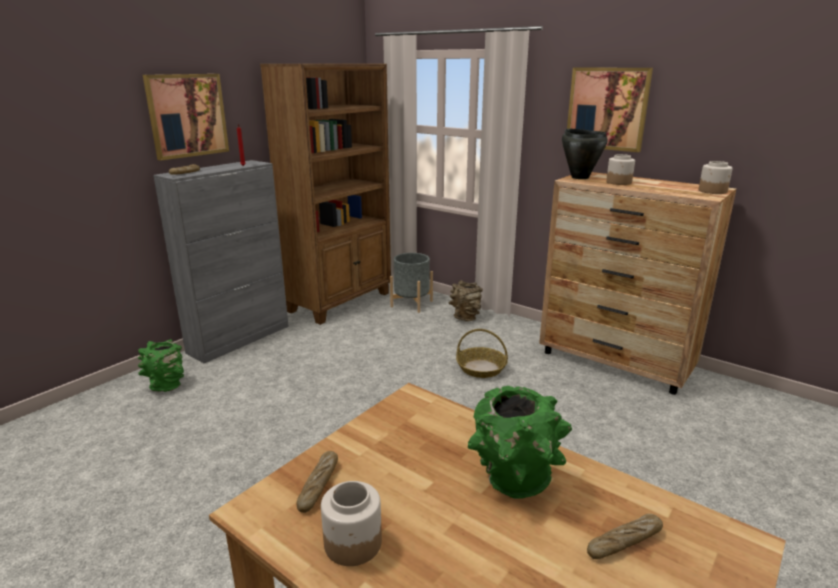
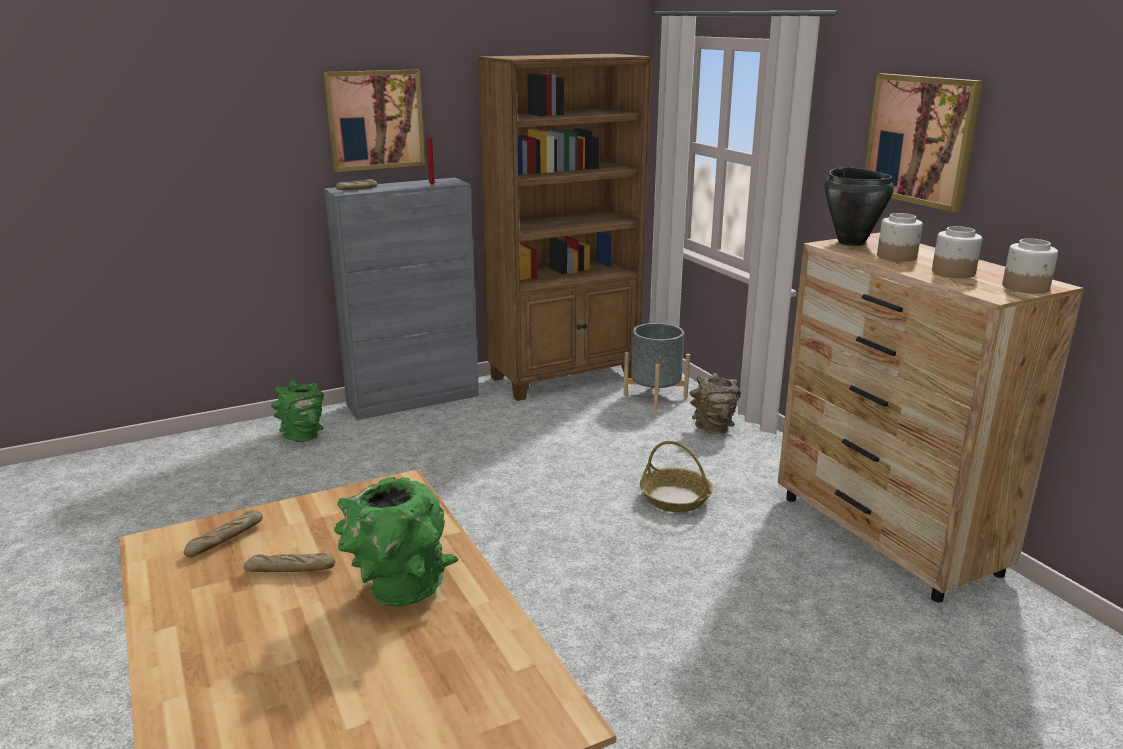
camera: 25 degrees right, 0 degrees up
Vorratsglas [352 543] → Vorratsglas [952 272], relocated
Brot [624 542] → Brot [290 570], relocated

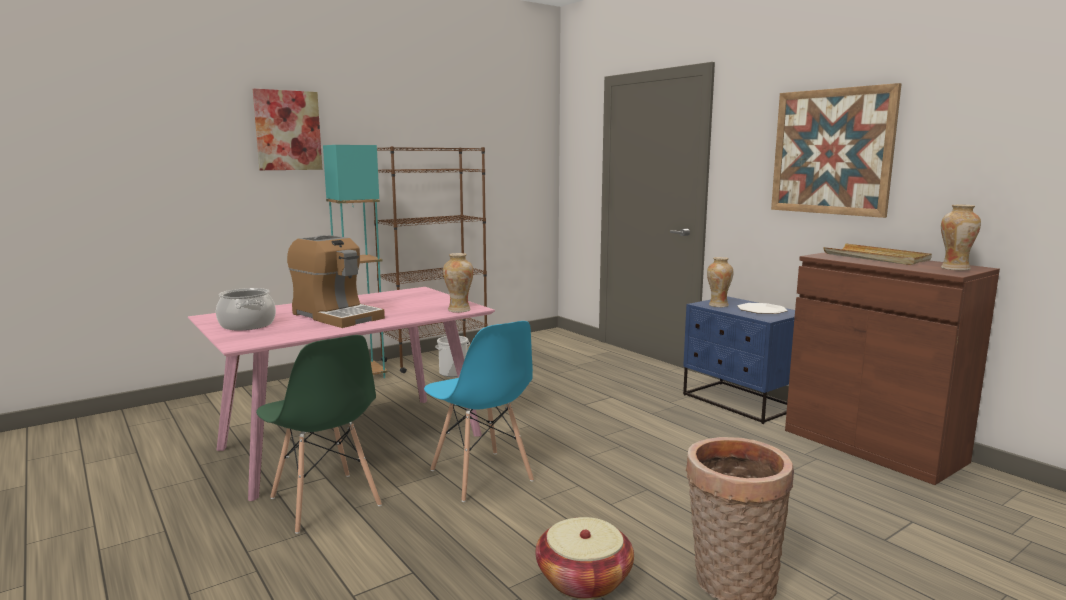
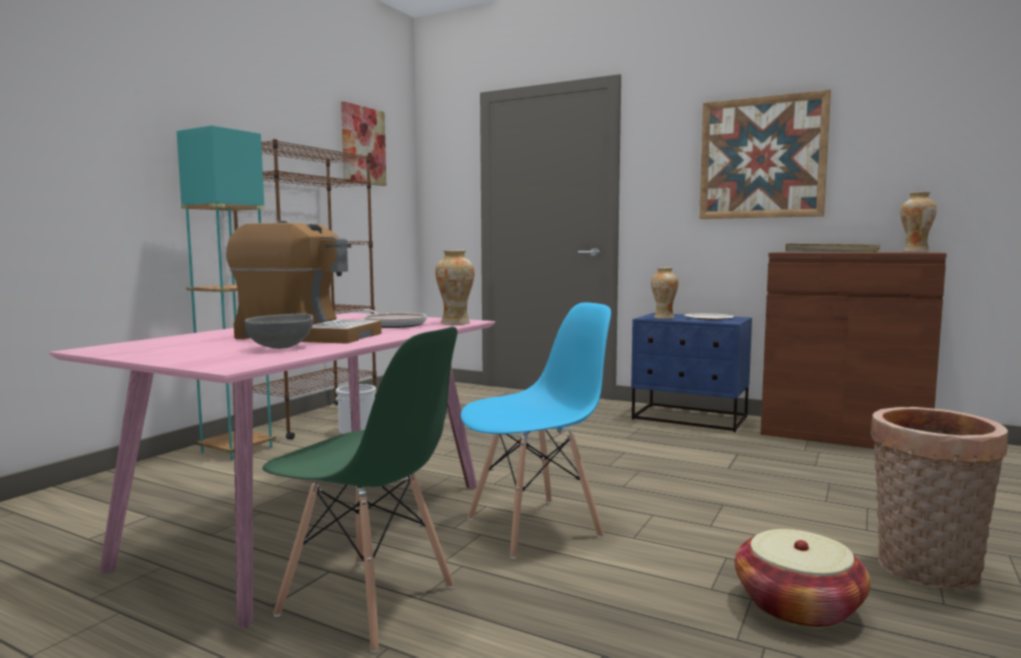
camera: 25 degrees left, 5 degrees down
Bild [288 130] → Bild [363 145], relocated
Kochtopf [248 325] → -
Stuhl/blau [481 476] → Stuhl/blau [535 527], 60 degrees counterclockwise
- → Pfanne [393 325]
- → Schüssel/grau [282 347]

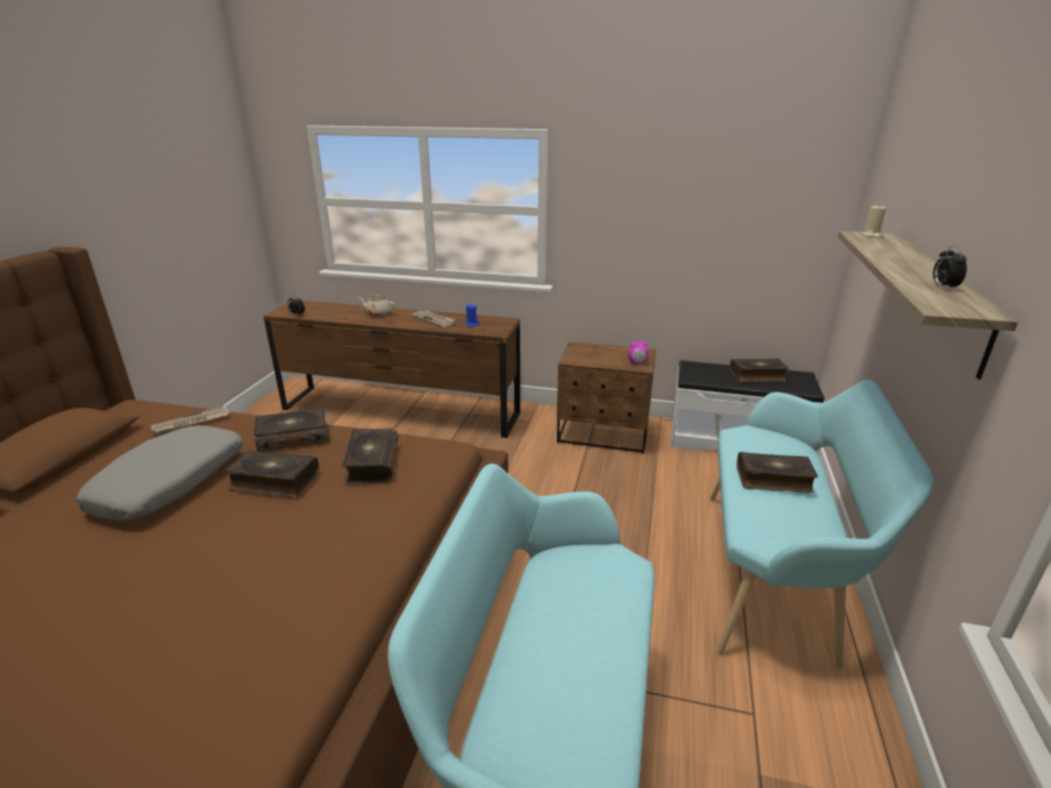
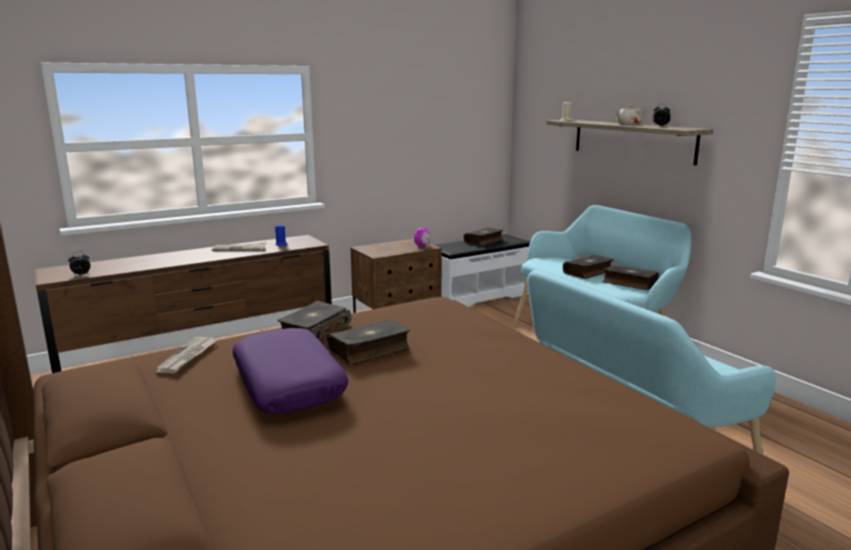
camera: 45 degrees left, 10 degrees down
Teekanne/beige [378 313] → Teekanne/beige [628 124], relocated
Kissen/grau [170 484] → Kissen/lila [289 383]
Buch [371 463] → Buch [629 283], relocated

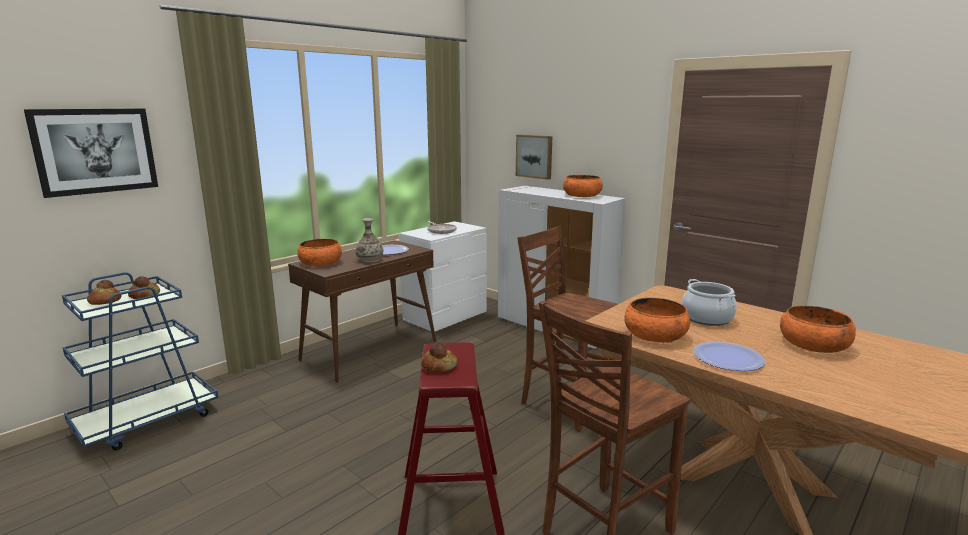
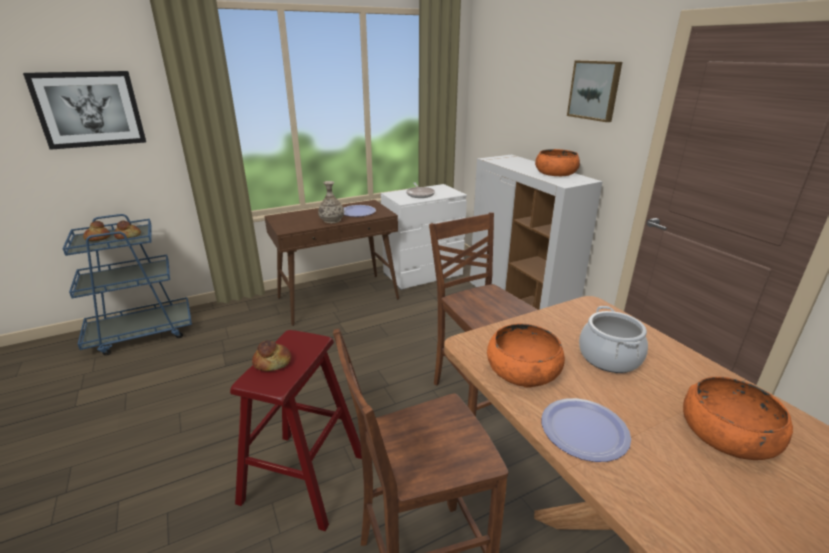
camera: 20 degrees right, 10 degrees up
Bild [535 156] → Bild [595 90], relocated
Schüssel/orange [320 263] → -

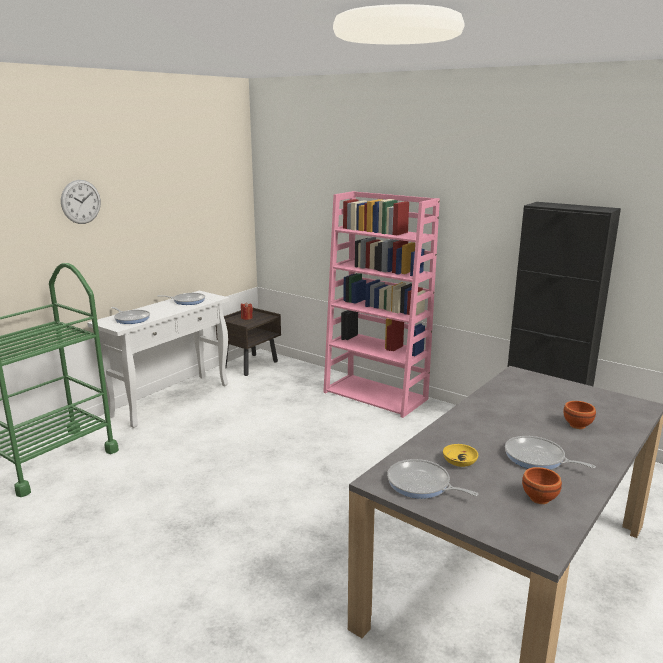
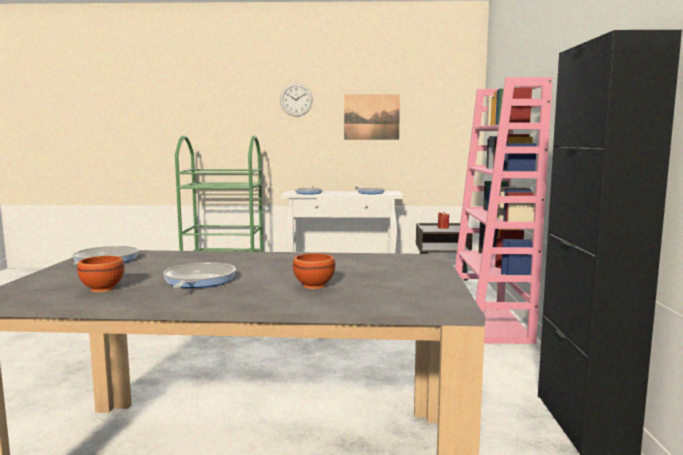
camera: 55 degrees right, 10 degrees down
Schüssel/gelb [459 461] → -
- → Bild [371 117]

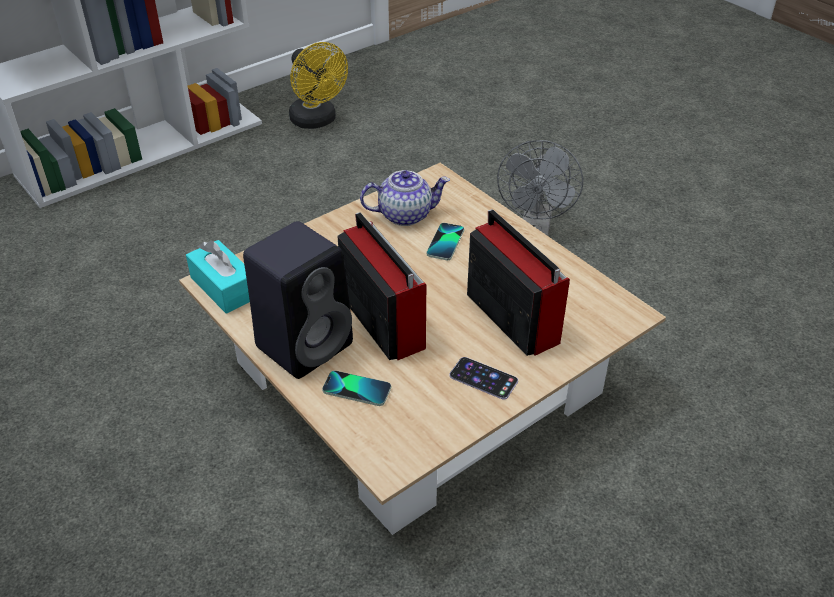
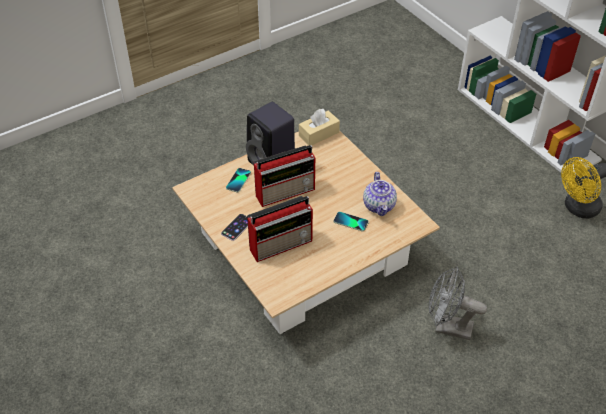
camera: 95 degrees right, 5 degrees up
Taschentuchbox/türkis [224 287] → Taschentuchbox/beige [319 134]

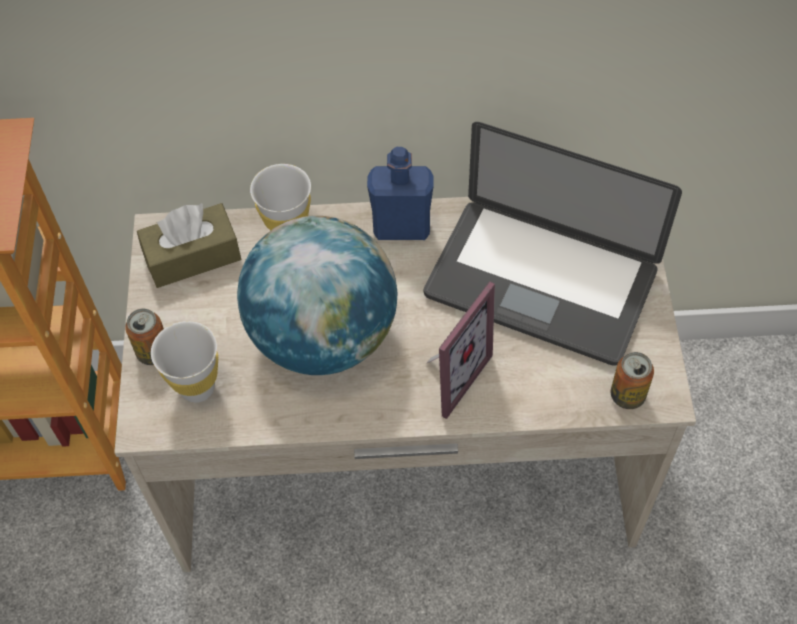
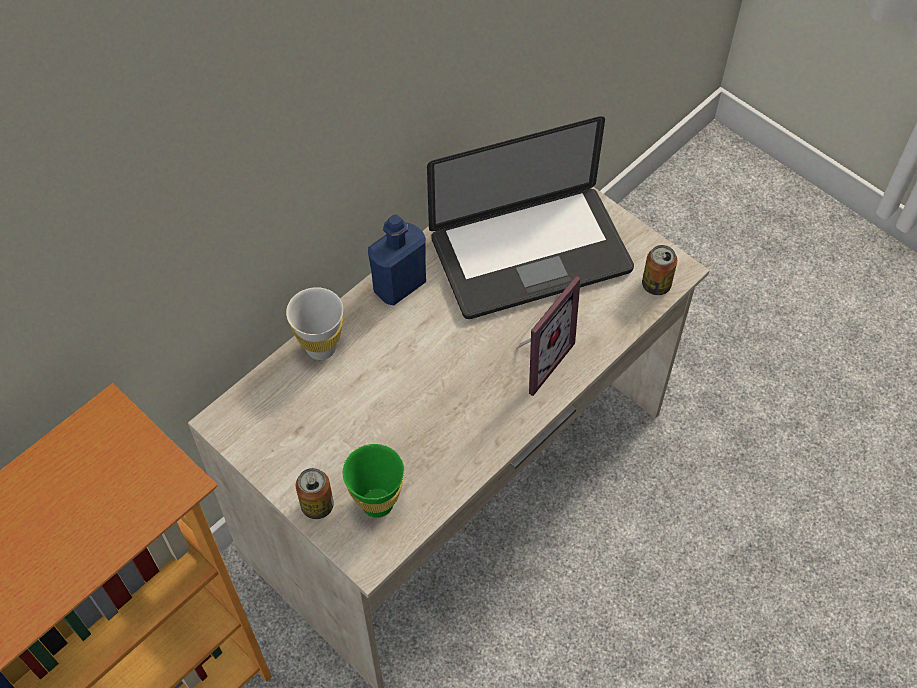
camera: 45 degrees left, 0 degrees up
Taschentuchbox/braun [192 256] → -
Globus [324 336] → -
Bilderrahmen [448 374] → Bilderrahmen [536 358], 45 degrees clockwise
Tasse/weiß [197 388] → Tasse/grün [377 503]

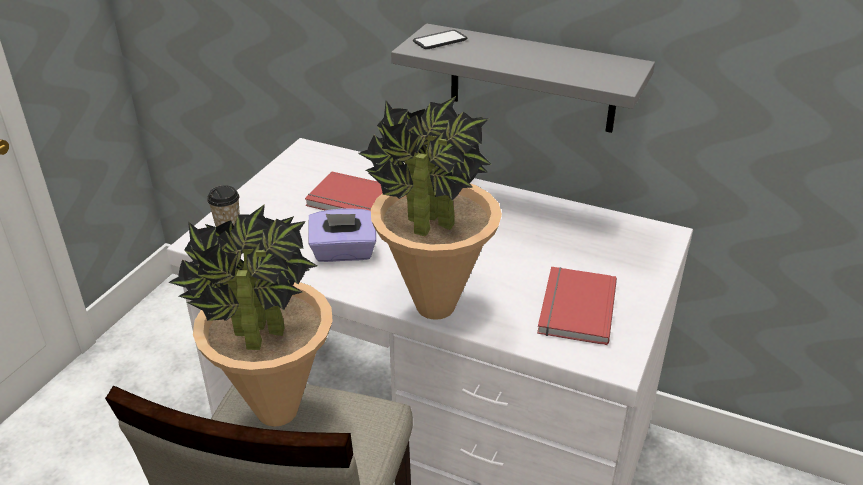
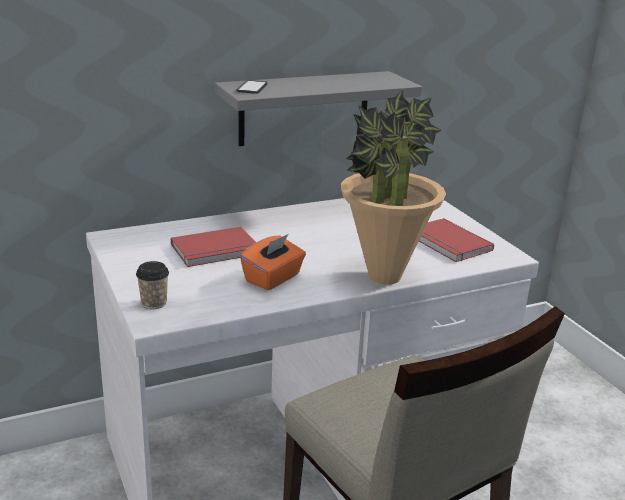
camera: 50 degrees left, 10 degrees down
Topfpflanze [276 411] → -
Taschentuchbox/lila [344 252] → Taschentuchbox/orange [273 278]

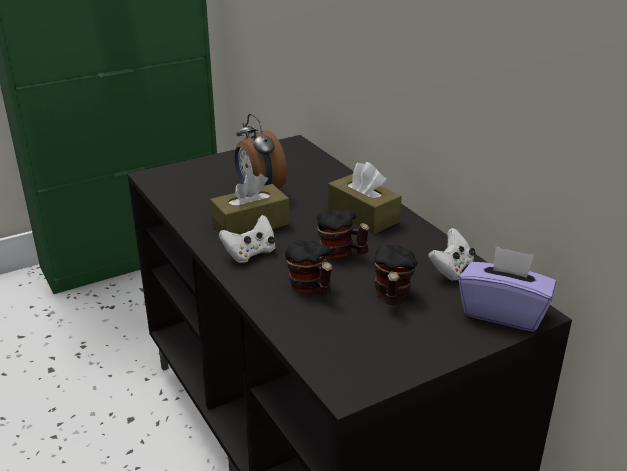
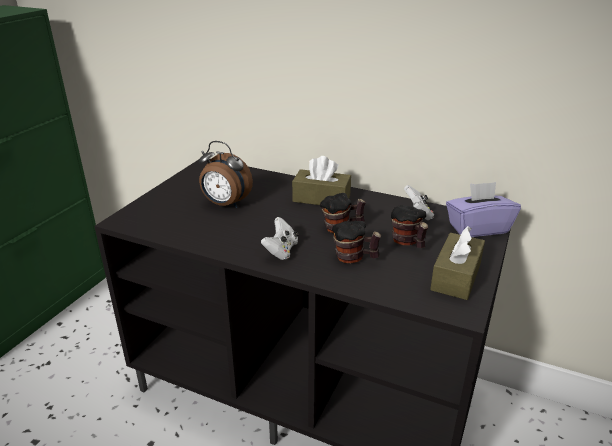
camera: 35 degrees left, 0 degrees up
Taschentuchbox/braun [250 225] → Taschentuchbox/braun [456 276], relocated

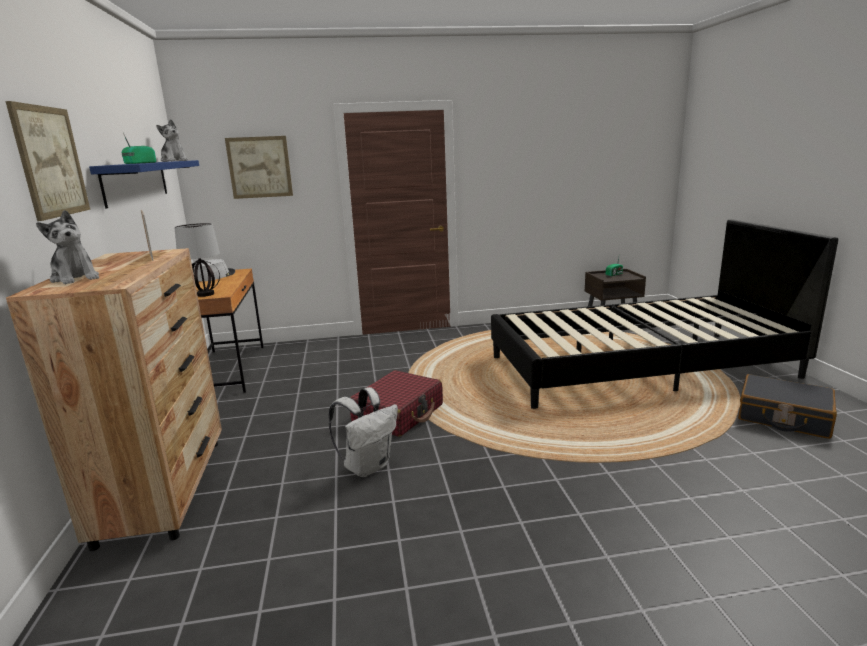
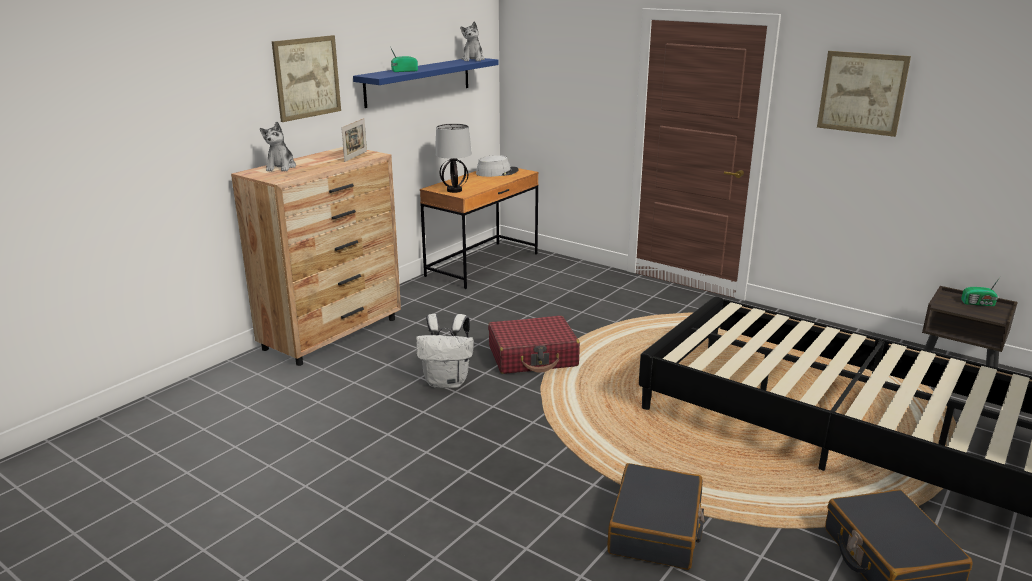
camera: 45 degrees right, 5 degrees up
Bild [259 167] → Bild [862 93], relocated
- → Koffer/schwarz [656 529]

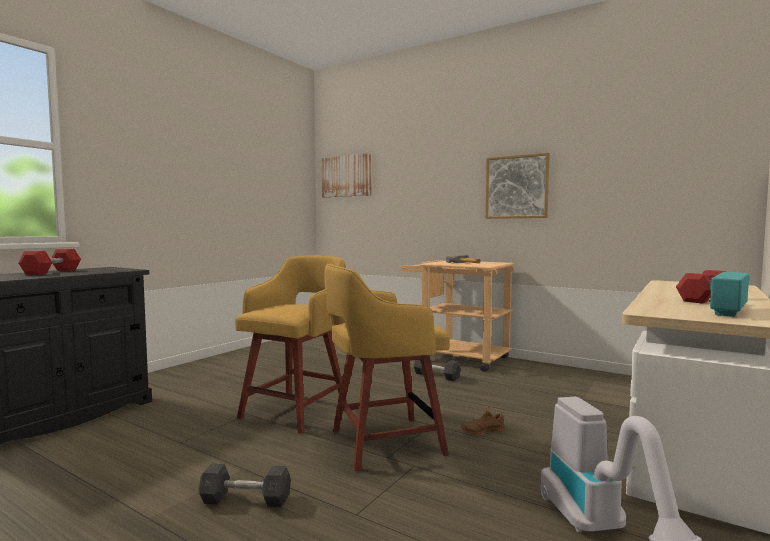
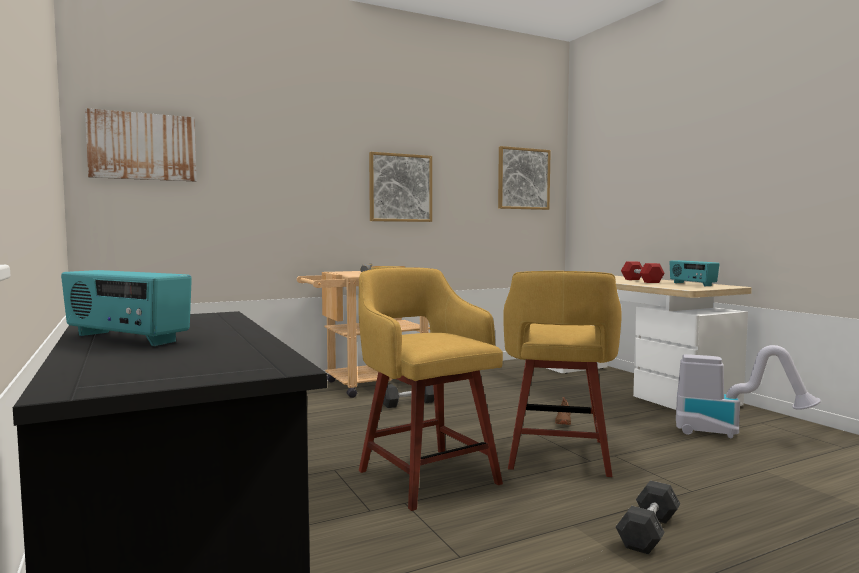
camera: 60 degrees left, 0 degrees up
Hantel/rot [52 272] → Radio [125 338]
- → Bild [523 179]

